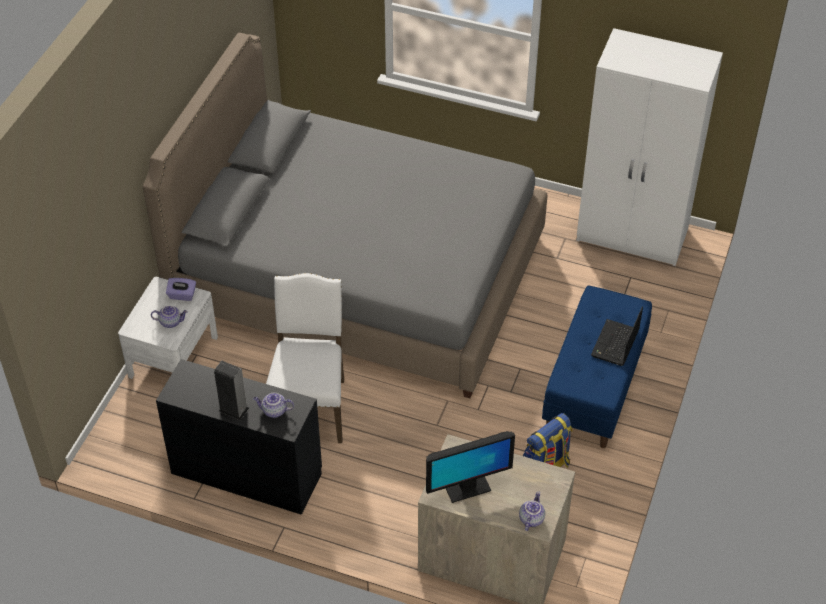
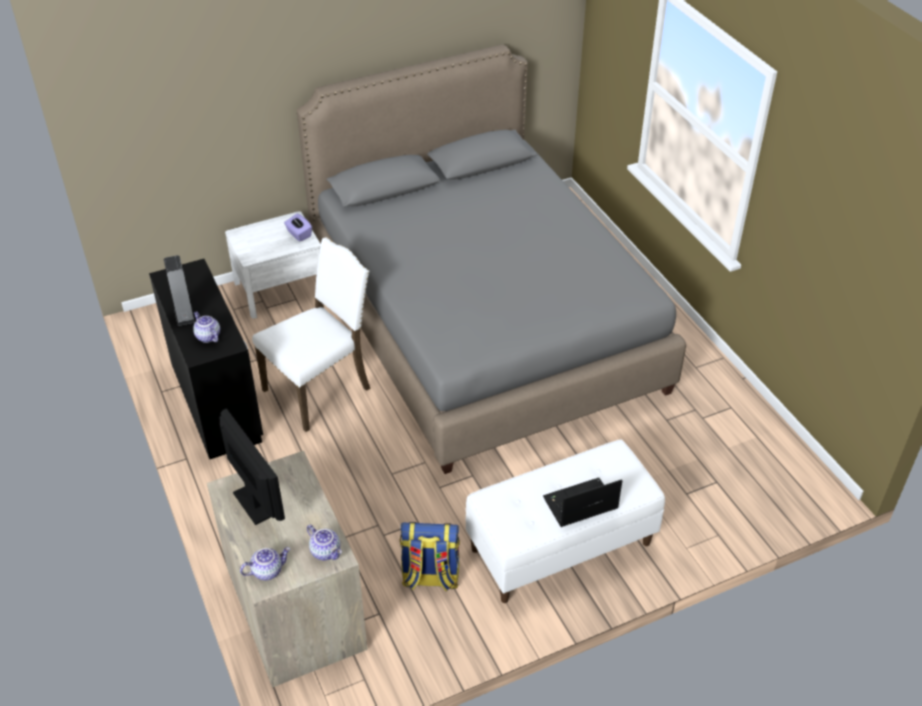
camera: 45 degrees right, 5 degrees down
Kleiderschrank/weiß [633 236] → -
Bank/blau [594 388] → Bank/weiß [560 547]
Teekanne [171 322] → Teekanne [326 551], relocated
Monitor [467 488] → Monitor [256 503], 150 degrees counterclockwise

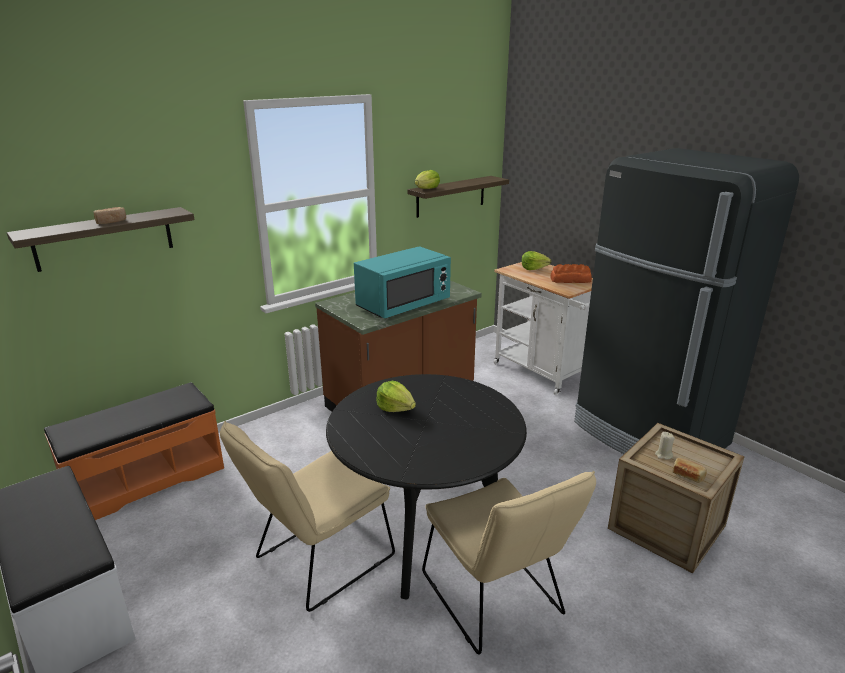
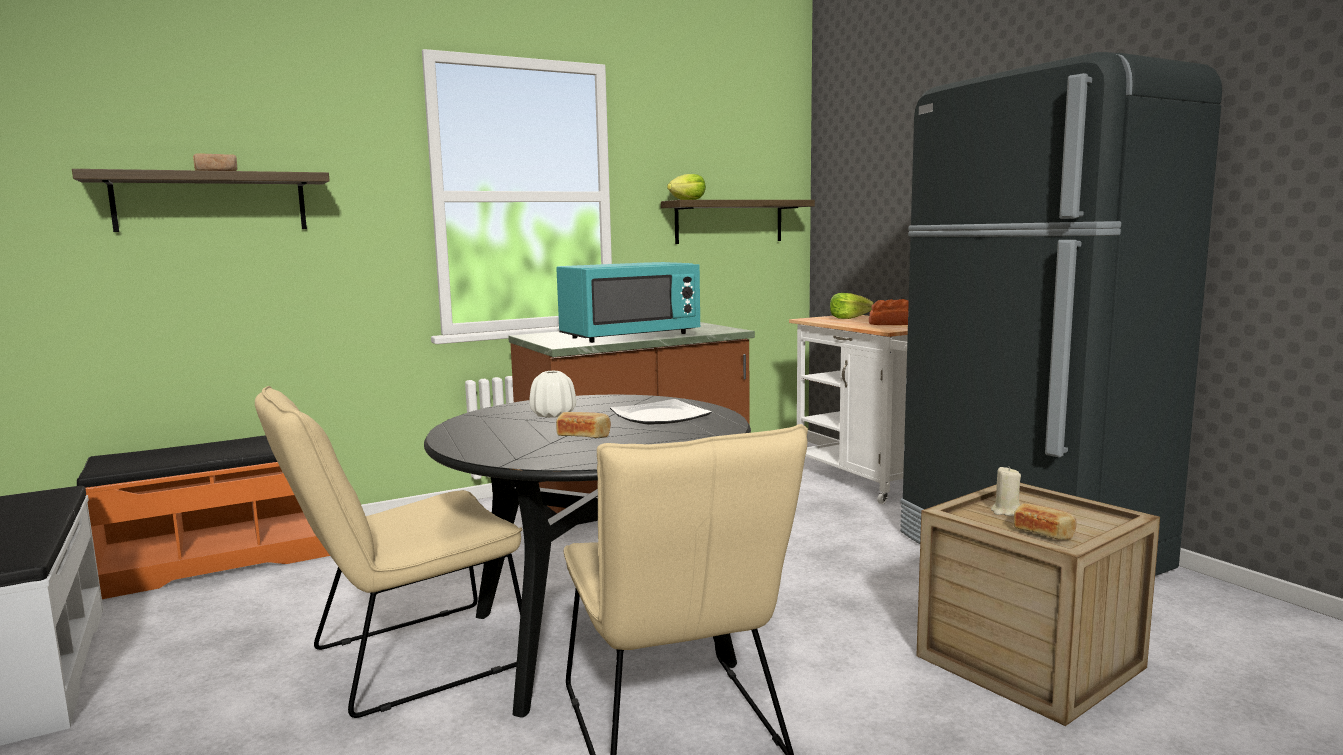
camera: 10 degrees right, 15 degrees down
Salatkopf [395 408] → Vase/weiß [553 415]
- → Teller [661 417]
- → Brot [584 436]

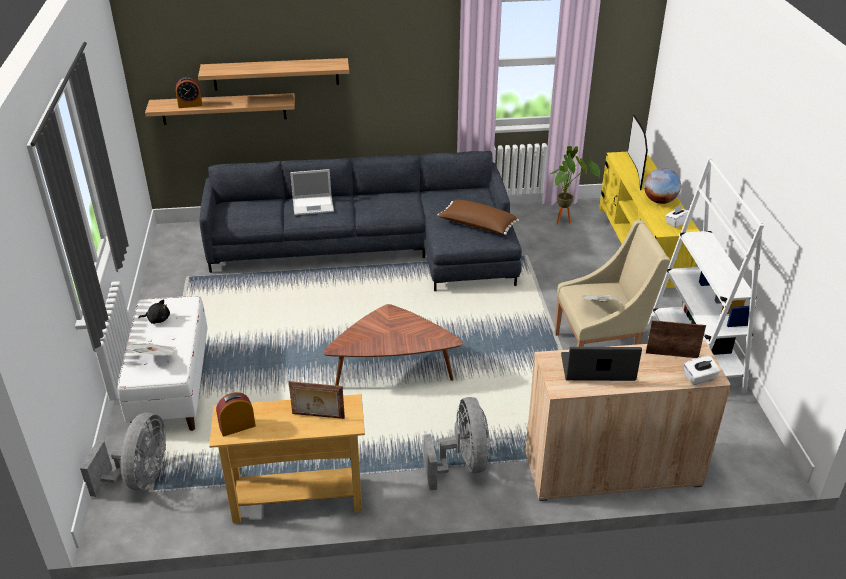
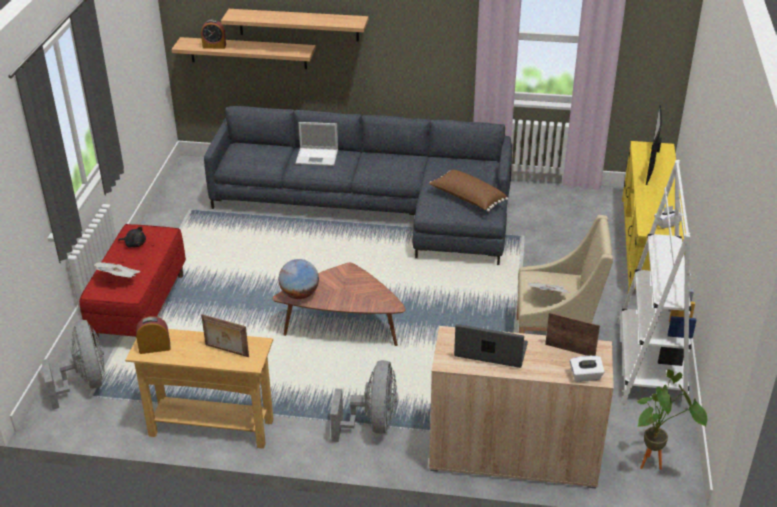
camera: 15 degrees right, 0 degrees up
Topfpflanze [565 220] → Topfpflanze [655 463], relocated
Globus [659 201] → Globus [299 294], relocated
Bank/weiß [171 387] → Bank/rot [140 309]
Ventilator/grau [140 478] → Ventilator/grau [85 383], 45 degrees counterclockwise

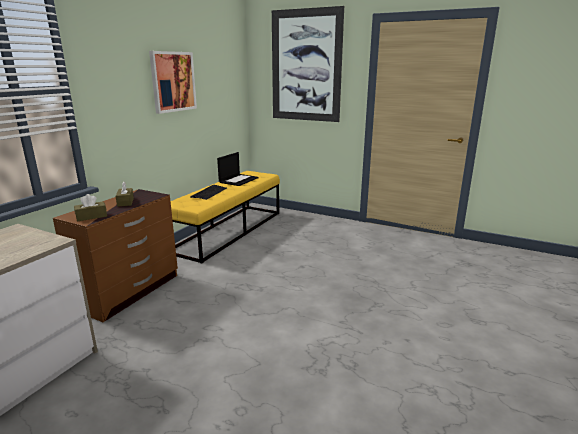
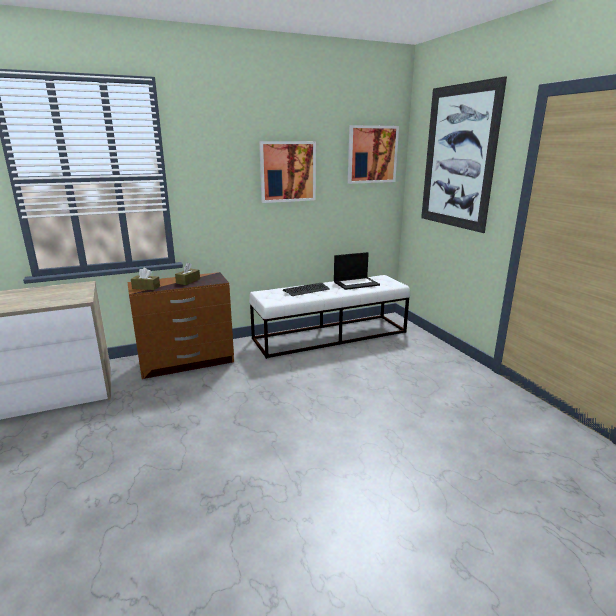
camera: 40 degrees right, 0 degrees up
Bank/gelb [228 231] → Bank/weiß [330 335]
- → Bild [372 154]

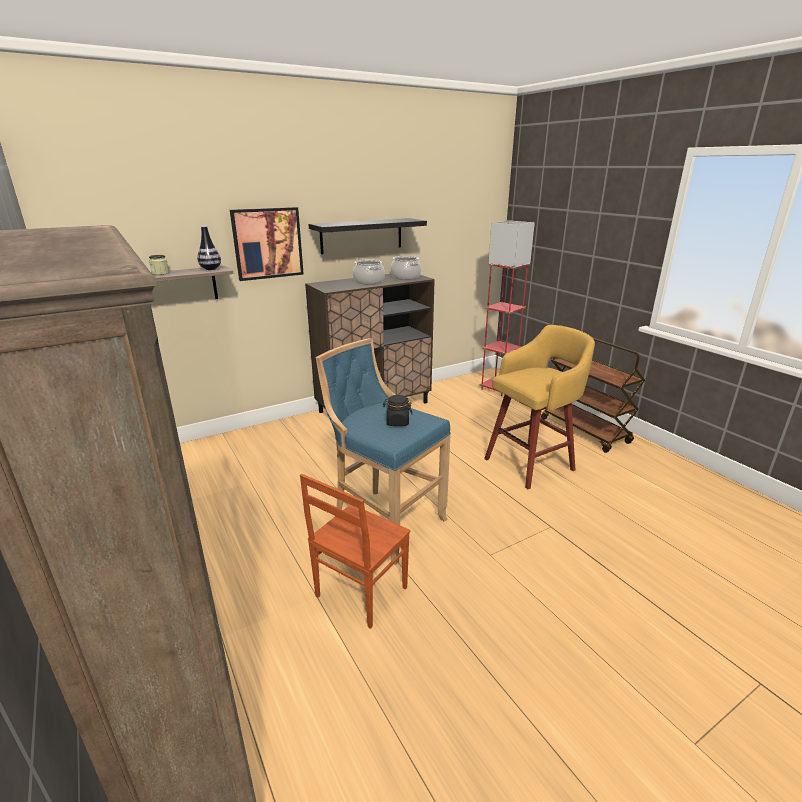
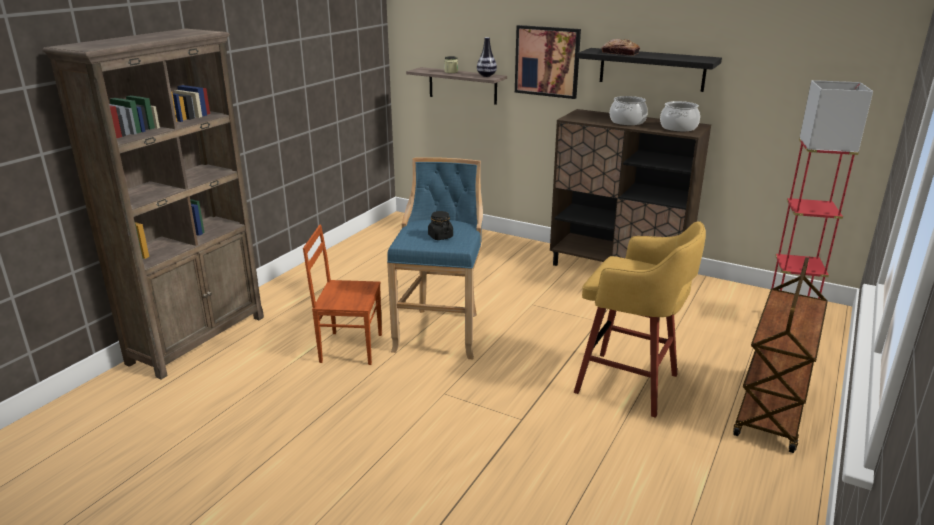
camera: 60 degrees right, 0 degrees up
- → Brot [620 53]

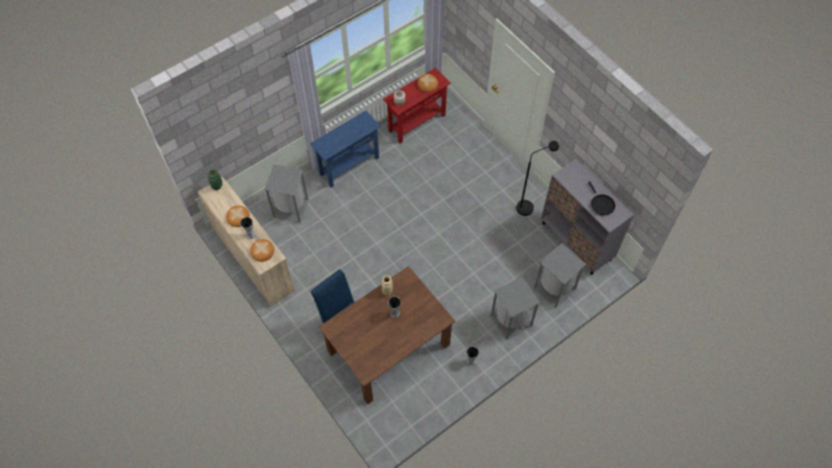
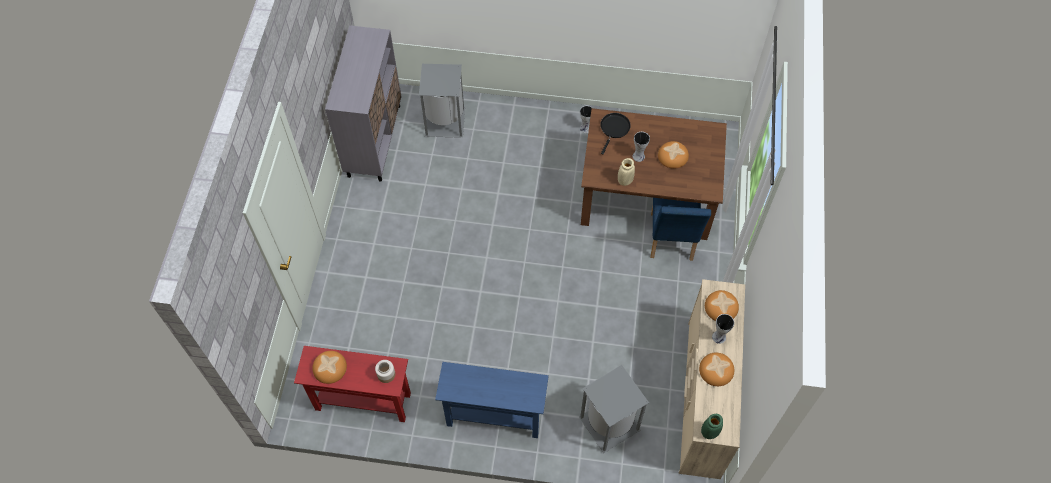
camera: 135 degrees left, 0 degrees up
Stehlampe/schwarz [529 206] → -
Pfanne/schwarz [601 204] → Pfanne/schwarz [614 129], relocated
Mülleimer/grau [512 320] → -
- → Brot [672 156]

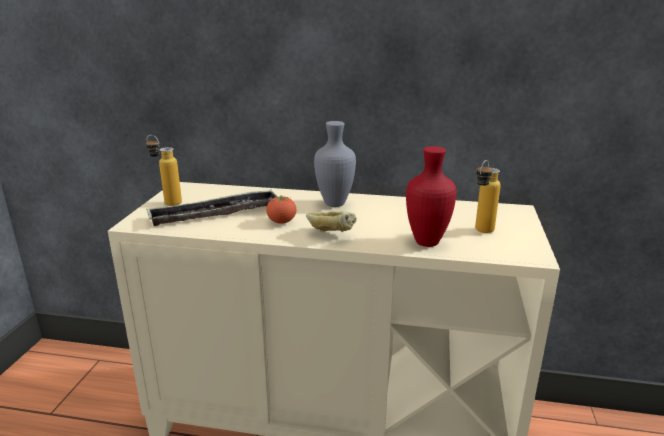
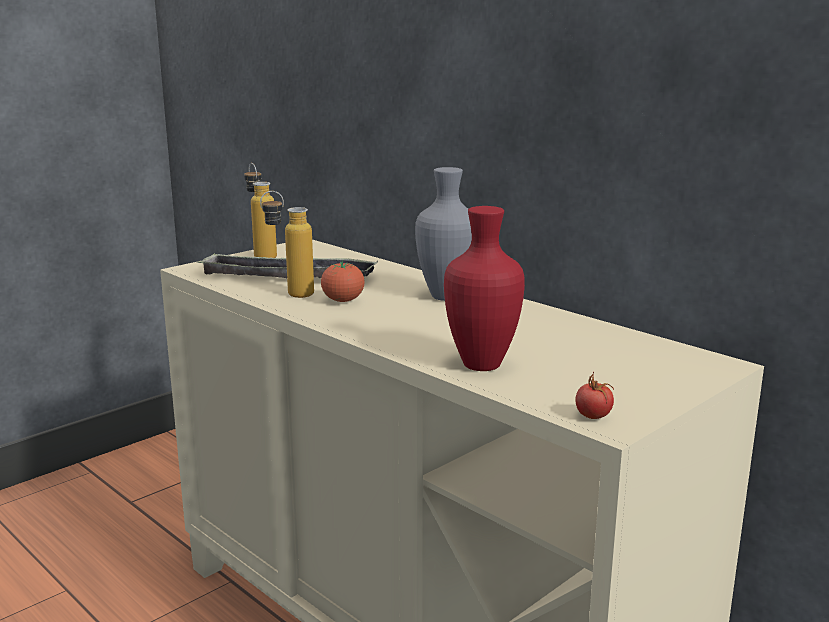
camera: 35 degrees right, 5 degrees down
Flasche [480 232] → Flasche [290 295], relocated
Brot [330 235] → -
- → Tomate [593 416]

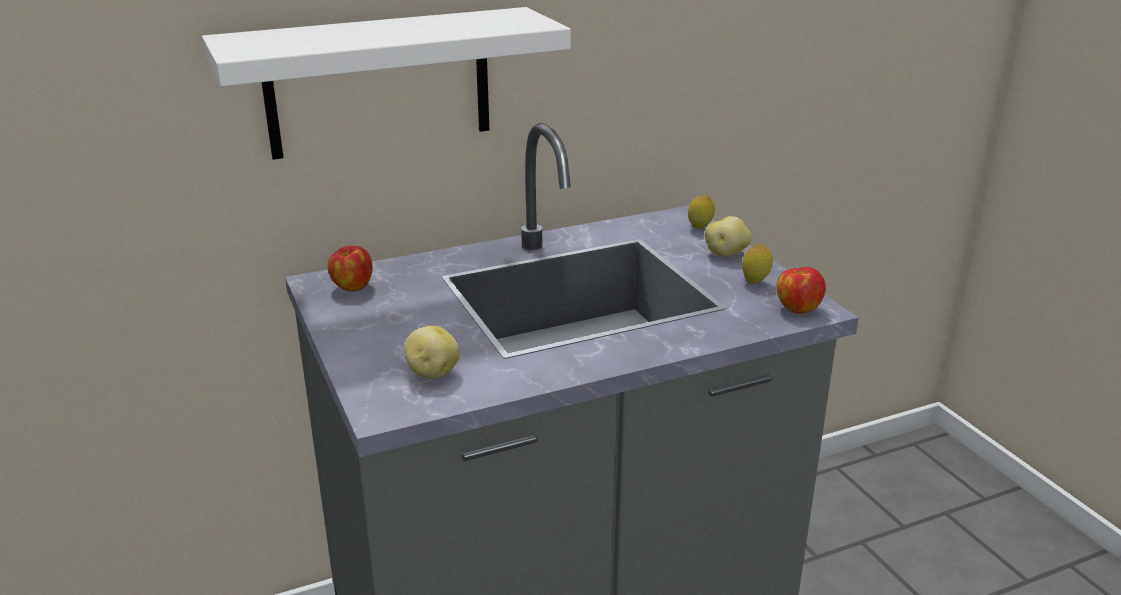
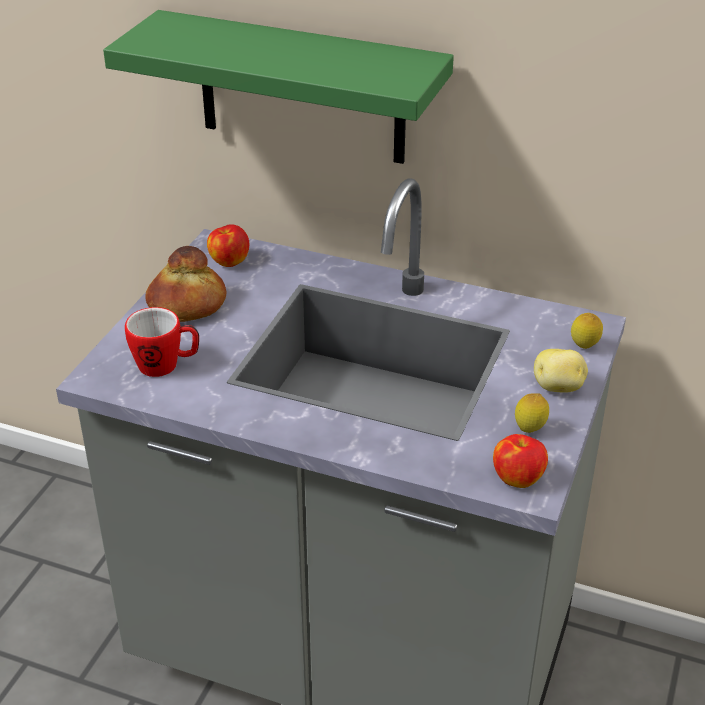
camera: 45 degrees right, 10 degrees up
Wandregal/weiß [379 83] → Wandregal/grün [301 89]
Kartoffel [432 372] → Henkelbecher [166 365]
- → Brot [186 305]

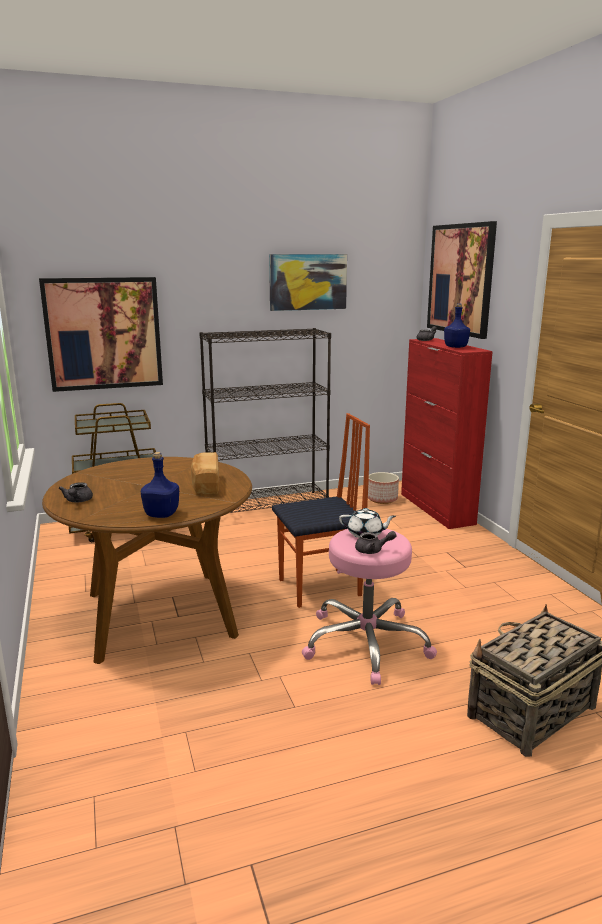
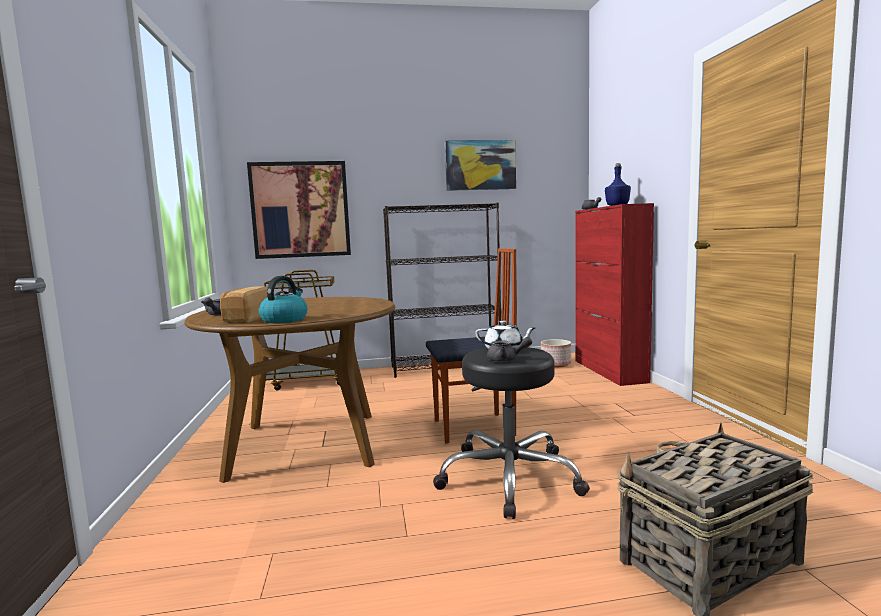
camera: 10 degrees right, 10 degrees down
Bild [460 279] → -
Flasche/blau [161 514] → Wasserkessel [284 320]
Brot [205 485] → Brot [247 318], relocated
Hocker/rosa [366 643] → Hocker/schwarz [509 478]

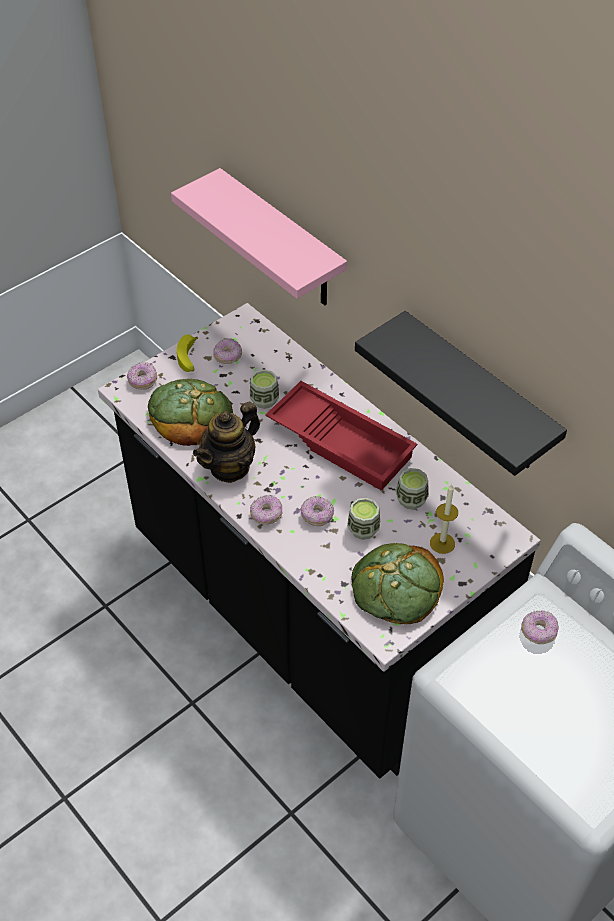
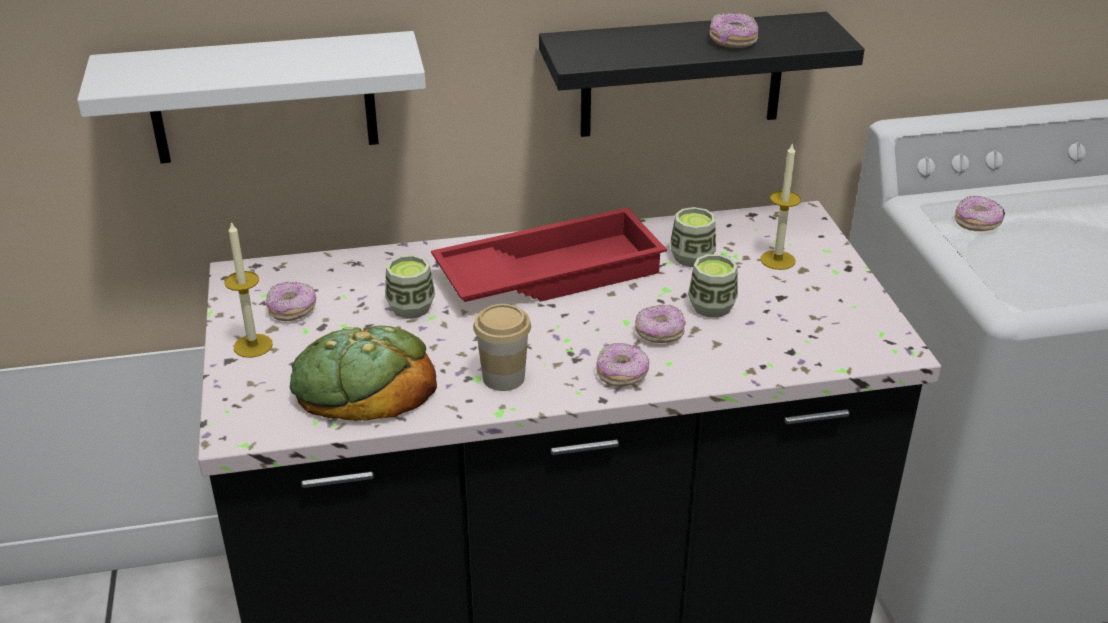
camera: 60 degrees left, 15 degrees down
Wandregal/rosa [281 242] → Wandregal/weiß [263 98]
Banane [189 359] → Kerze [253 346]
Donut [142 381] → Donut [732 42], relocated
Teekanne [230 466] → Tasse [503 377]
Brot [396 588] → -

